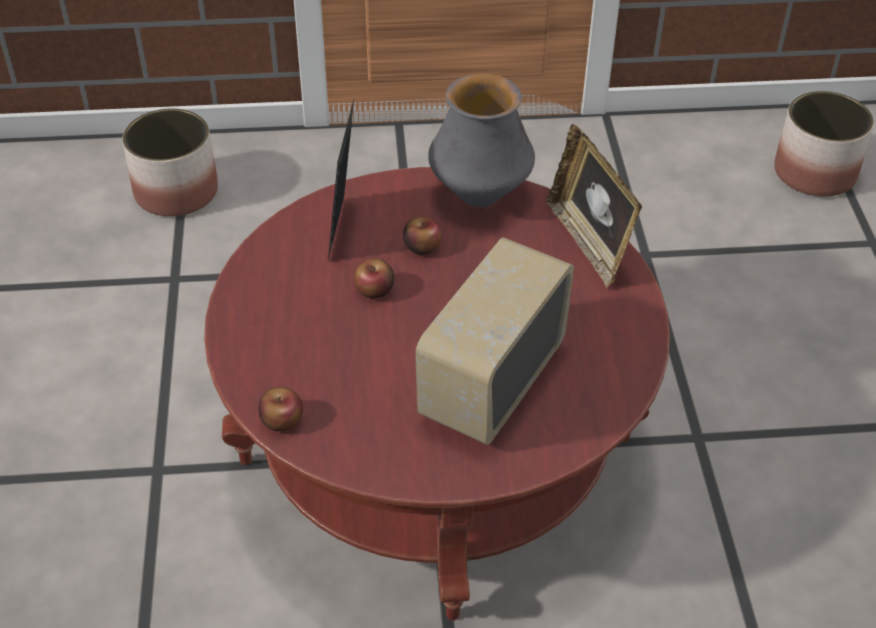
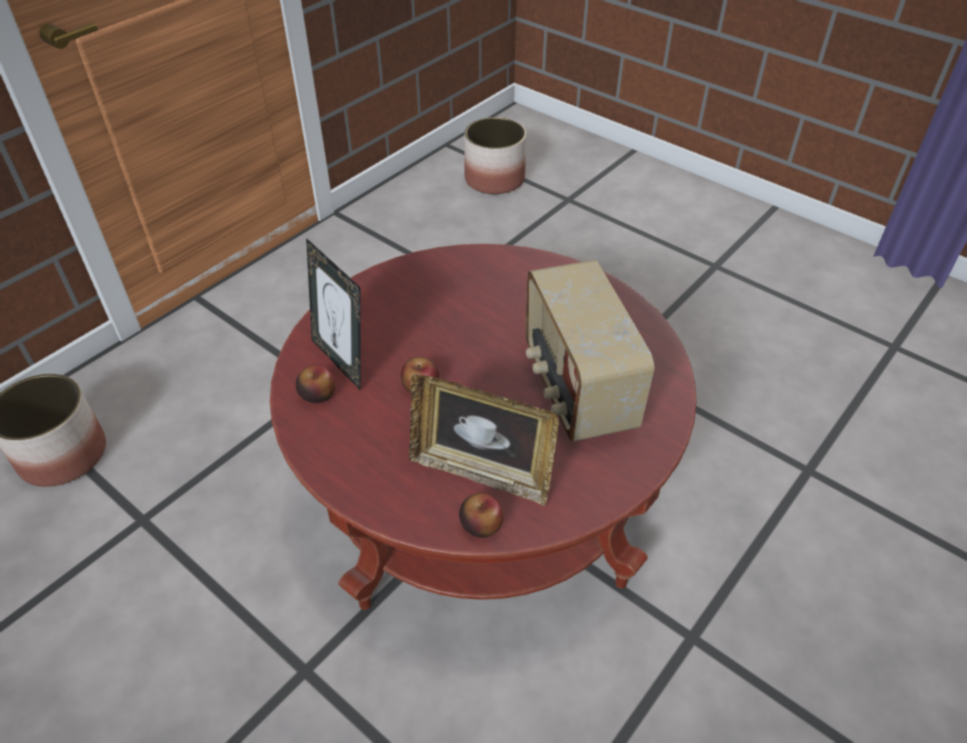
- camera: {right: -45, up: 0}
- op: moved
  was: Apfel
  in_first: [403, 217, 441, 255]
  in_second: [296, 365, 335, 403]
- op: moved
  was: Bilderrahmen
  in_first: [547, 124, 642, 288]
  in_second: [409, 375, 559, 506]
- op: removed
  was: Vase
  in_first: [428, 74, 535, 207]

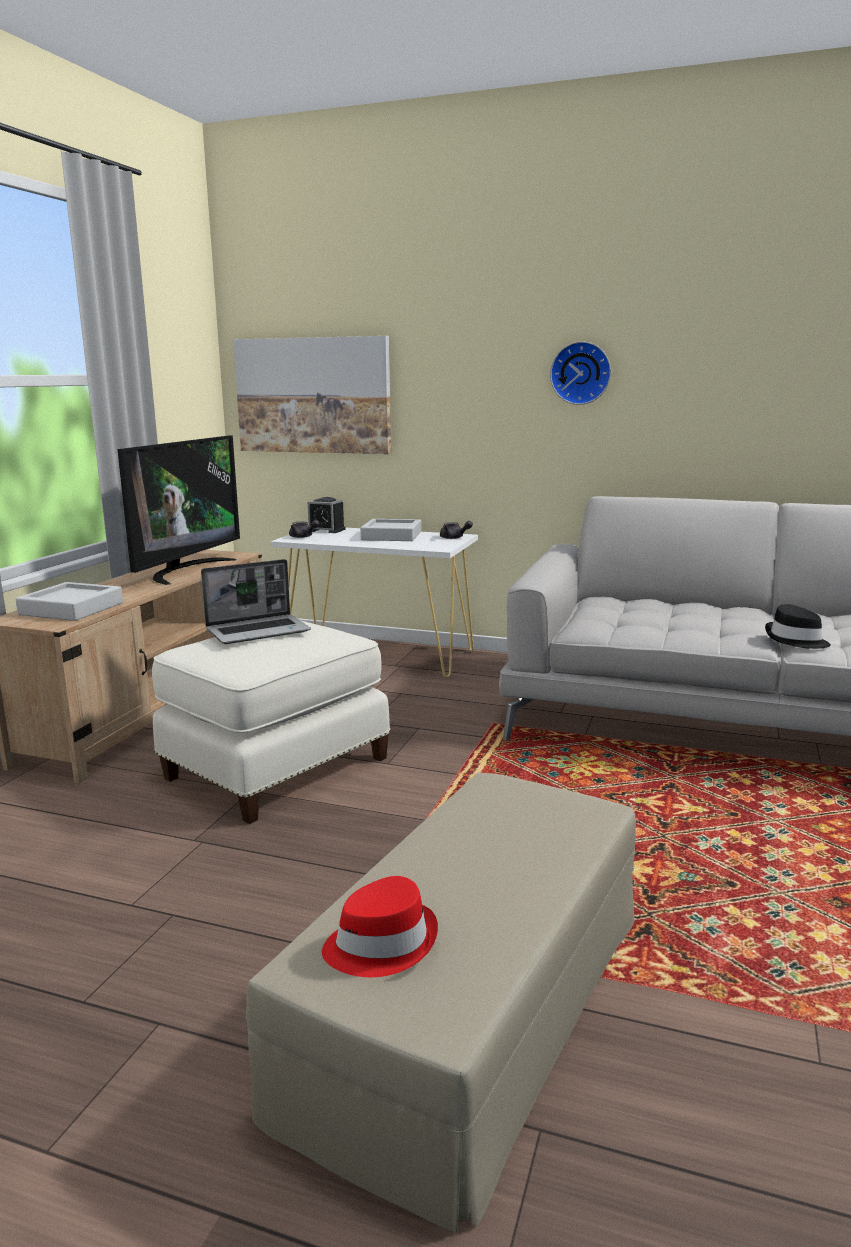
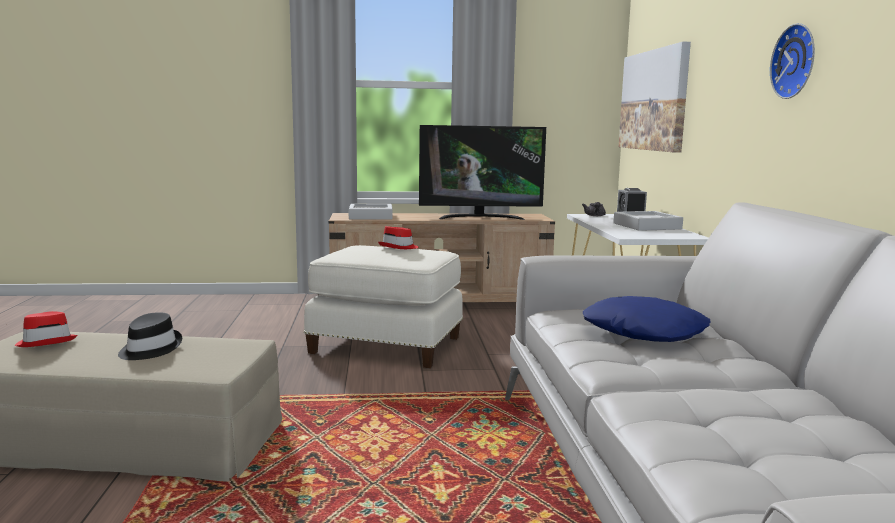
- camera: {right: 65, up: -5}
- op: moved
  was: Hut [schwarz]
  in_first: [765, 604, 831, 649]
  in_second: [118, 312, 182, 360]
- op: replaced
  was: Laptop
  now: Hut [rot]
  in_first: [201, 559, 311, 644]
  in_second: [378, 226, 418, 249]
- op: added
  now: Kissen [blau]
  in_second: [583, 296, 710, 342]
- op: removed
  was: Teekanne [grau]
  in_first: [440, 521, 473, 539]

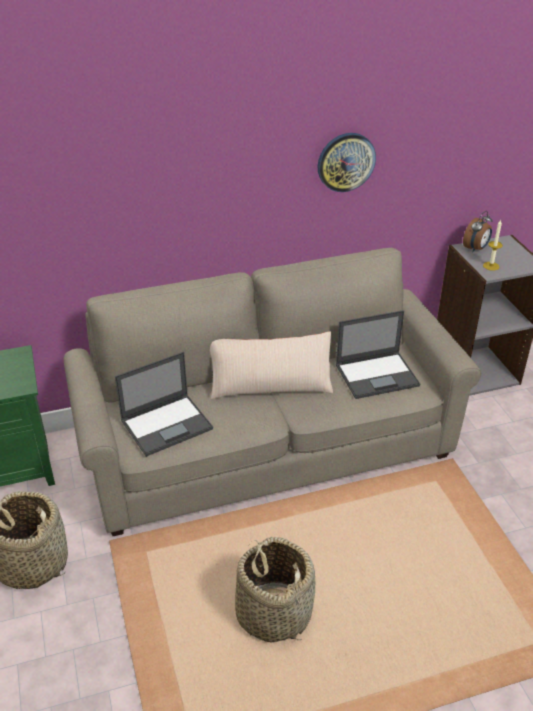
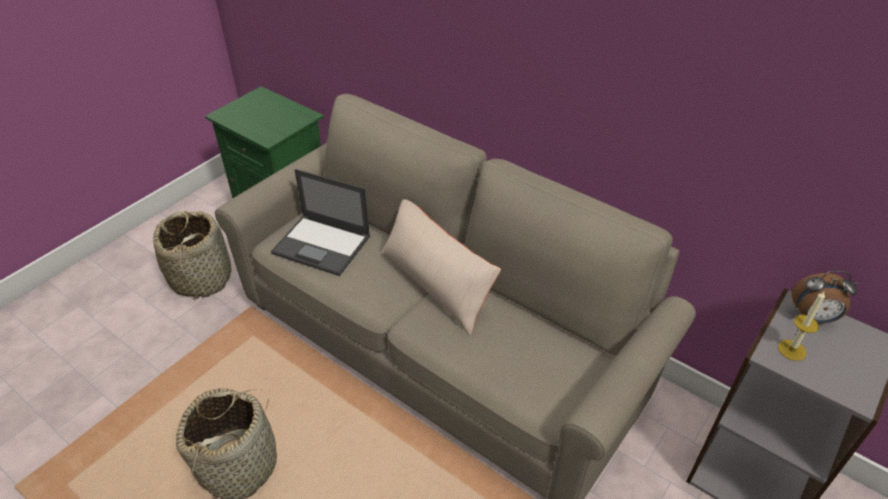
- camera: {right: 55, up: 5}
- op: removed
  was: Wanduhr
  in_first: [318, 133, 376, 192]
- op: removed
  was: Laptop
  in_first: [336, 310, 420, 399]

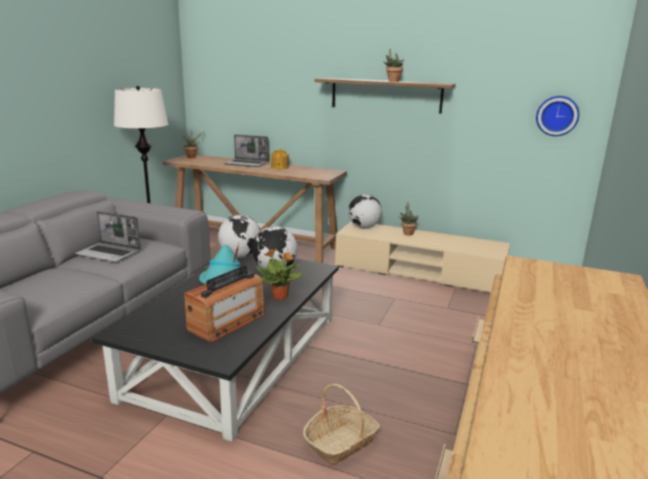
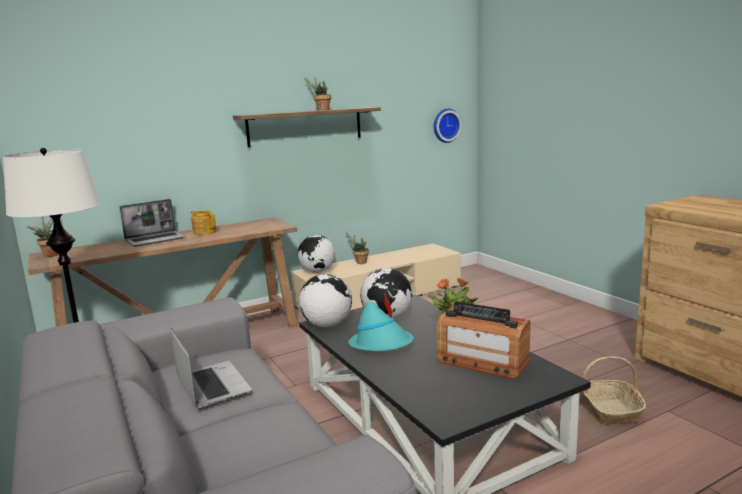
- camera: {right: -50, up: -5}
- op: turned
  was: Laptop
  in_first: [75, 211, 141, 262]
  in_second: [171, 328, 252, 409]
  clockwise: -90
- op: turned
  was: Radio
  in_first: [184, 265, 265, 342]
  in_second: [437, 301, 531, 379]
  clockwise: 135

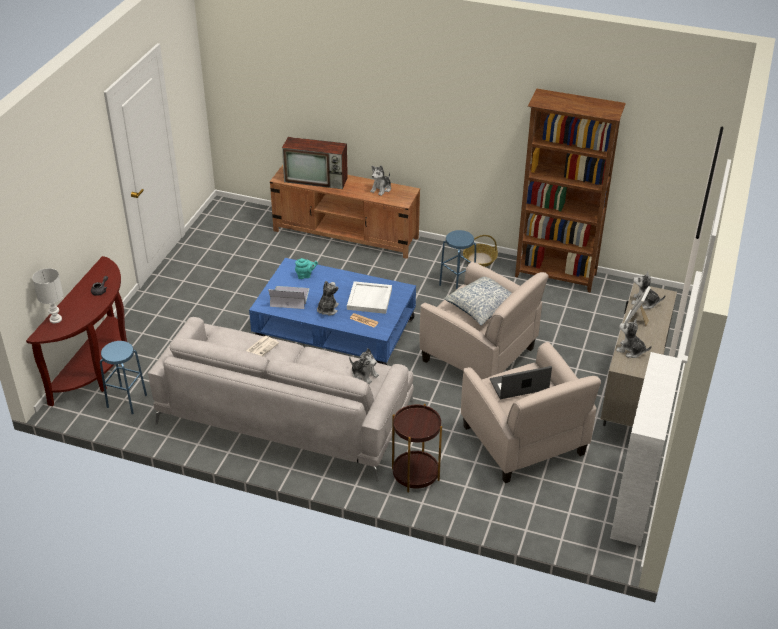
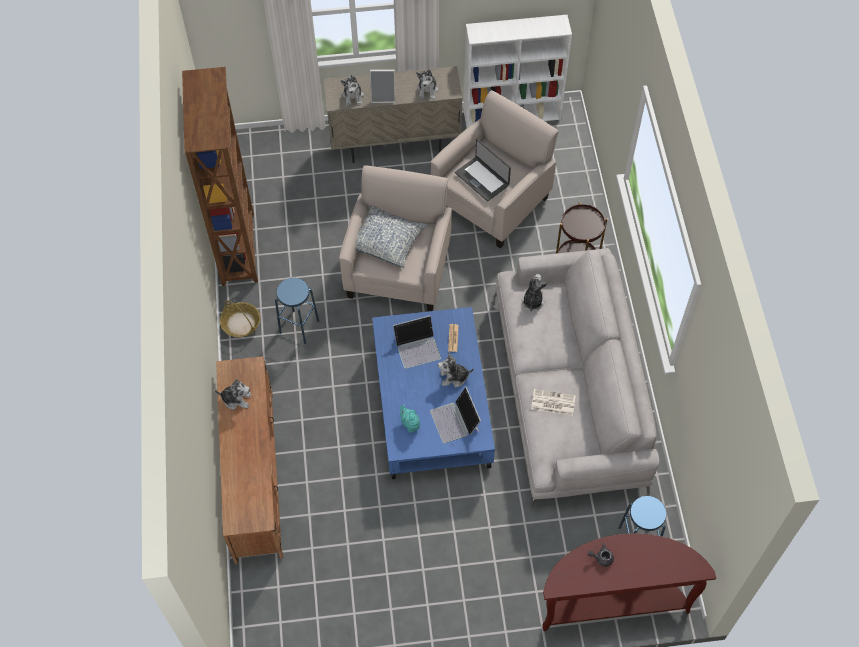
- camera: {right: -115, up: 20}
- op: replaced
  was: Tablett [weiß]
  now: Laptop
  in_first: [347, 281, 392, 314]
  in_second: [393, 315, 441, 369]
- op: removed
  was: Tischlampe [weiß]
  in_first: [32, 268, 63, 323]
- op: removed
  was: Fernseher
  in_first: [282, 137, 348, 189]

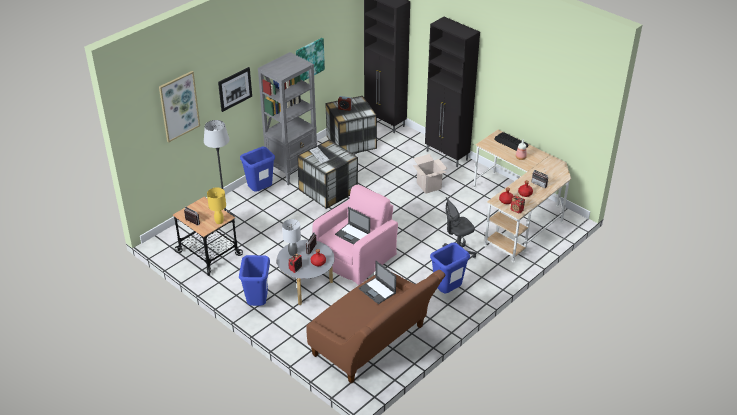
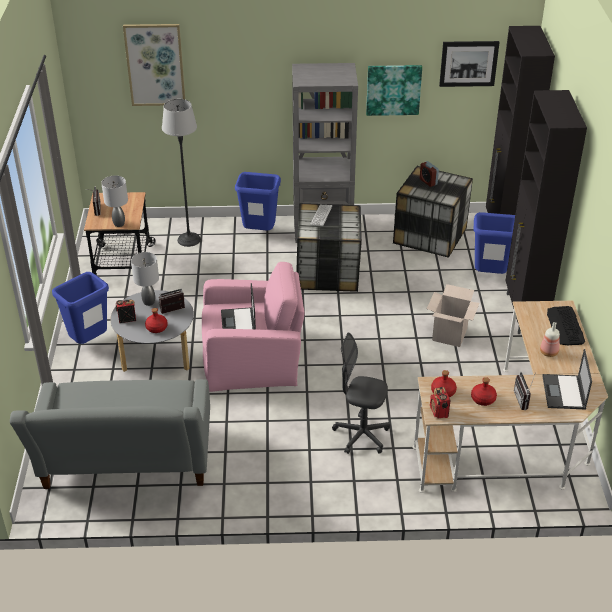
- camera: {right: 45, up: 0}
- op: recoloured
  was: Sofa [braun]
  now: Sofa [grau]
  in_first: [306, 270, 445, 384]
  in_second: [10, 379, 210, 489]
- op: recoloured
  was: Tischlampe [gelb]
  now: Tischlampe [grau]
  in_first: [207, 188, 226, 224]
  in_second: [101, 175, 128, 227]
- op: moved
  was: Bild
  in_first: [218, 67, 252, 112]
  in_second: [439, 41, 500, 87]
- op: moved
  was: Mülleimer [blau]
  in_first: [430, 242, 470, 293]
  in_second: [474, 212, 515, 274]
- op: moved
  was: Laptop
  in_first: [359, 261, 396, 304]
  in_second: [542, 349, 592, 410]

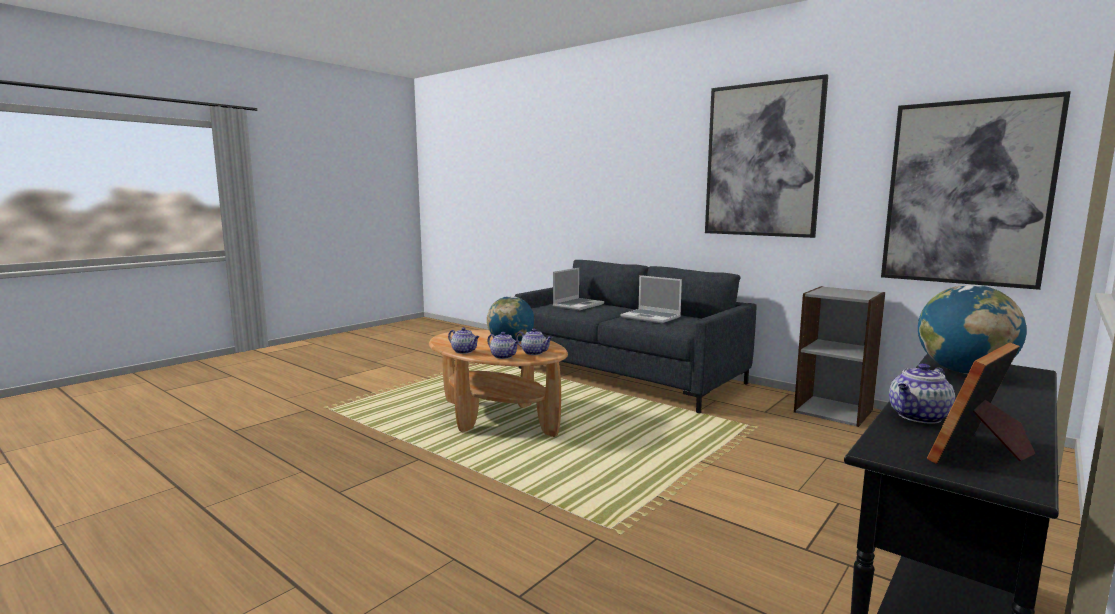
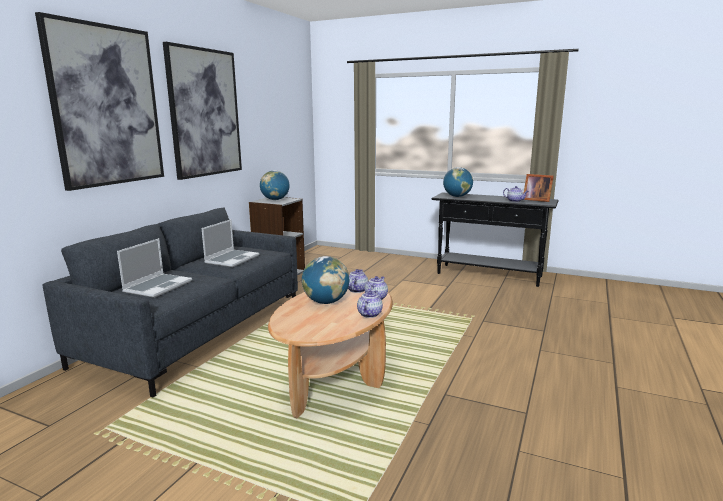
- camera: {right: -105, up: 5}
- op: moved
  was: Bild
  in_first: [881, 91, 1071, 290]
  in_second: [35, 12, 164, 191]
- op: turned
  was: Laptop
  in_first: [553, 268, 604, 310]
  in_second: [117, 238, 192, 298]
  clockwise: 90
- op: added
  now: Globus
  in_second: [260, 170, 290, 200]

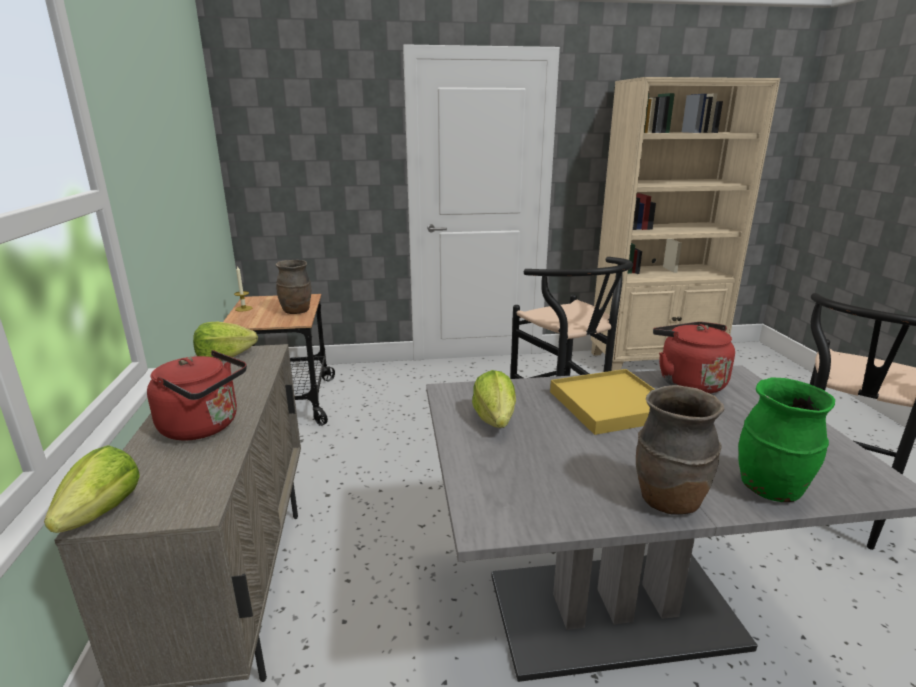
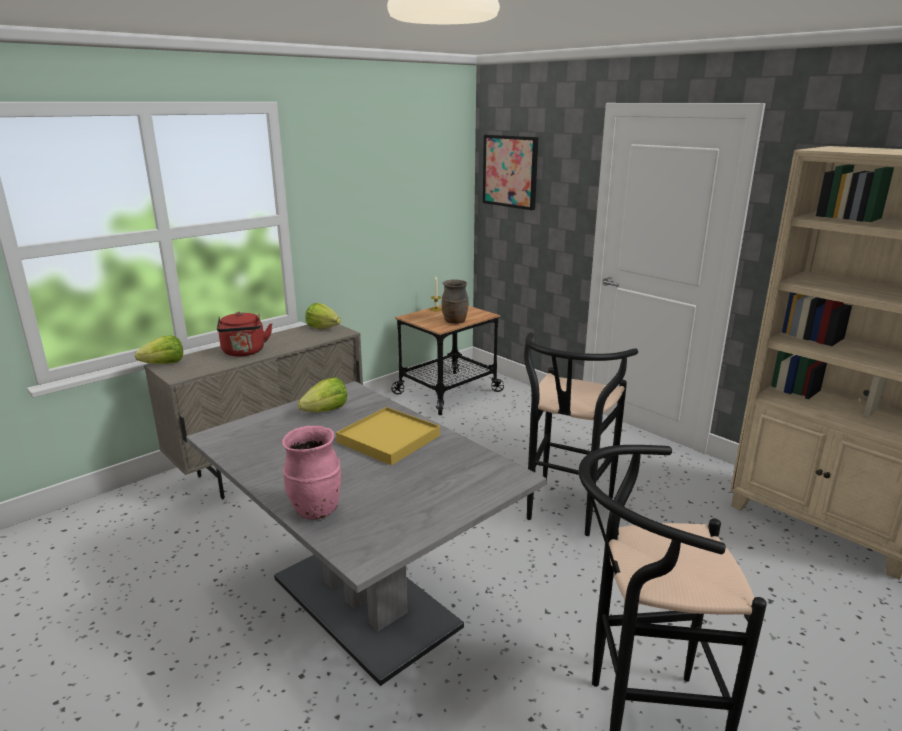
- camera: {right: 55, up: 0}
- op: recoloured
  was: Vase [grün]
  now: Vase [rosa]
  in_first: [738, 377, 835, 502]
  in_second: [282, 426, 341, 520]
- op: added
  now: Bild
  in_second: [483, 135, 538, 210]
- op: removed
  was: Vase [braun]
  in_first: [636, 385, 724, 515]
- op: removed
  was: Wasserkessel [rot]
  in_first: [653, 322, 735, 394]

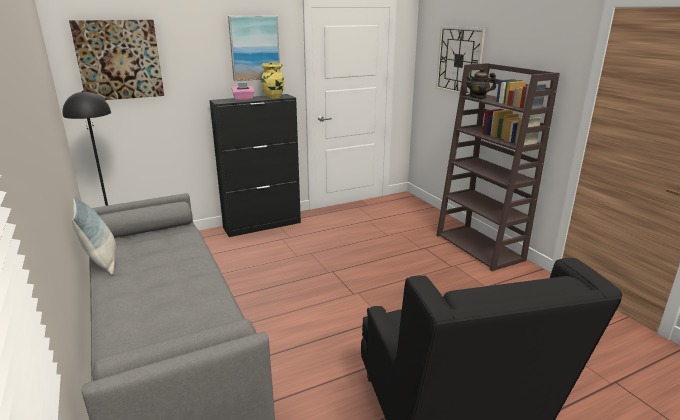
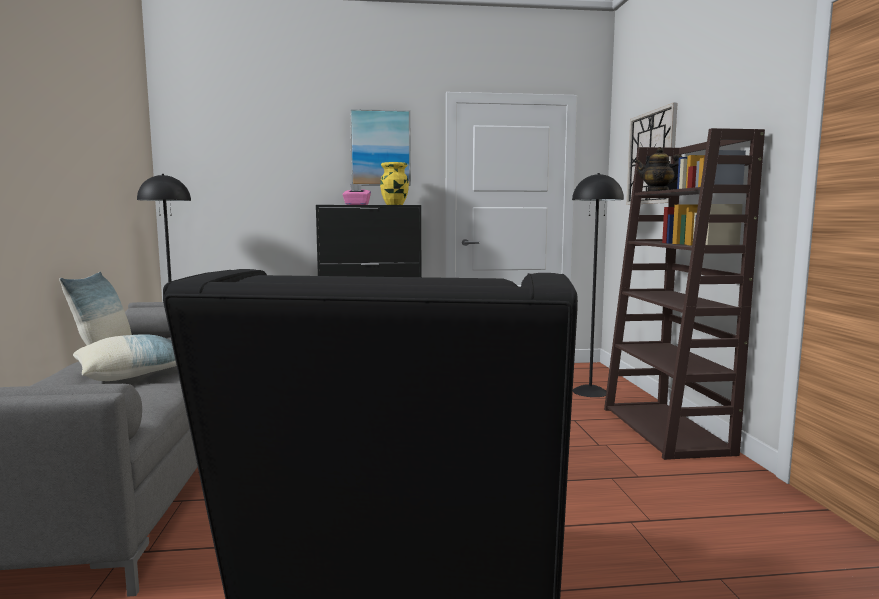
- camera: {right: 20, up: -15}
- op: added
  now: Kissen
  in_second: [73, 334, 177, 381]
- op: added
  now: Stehlampe [schwarz]
  in_second: [572, 173, 624, 397]
- op: removed
  was: Bild
  in_first: [69, 20, 164, 100]

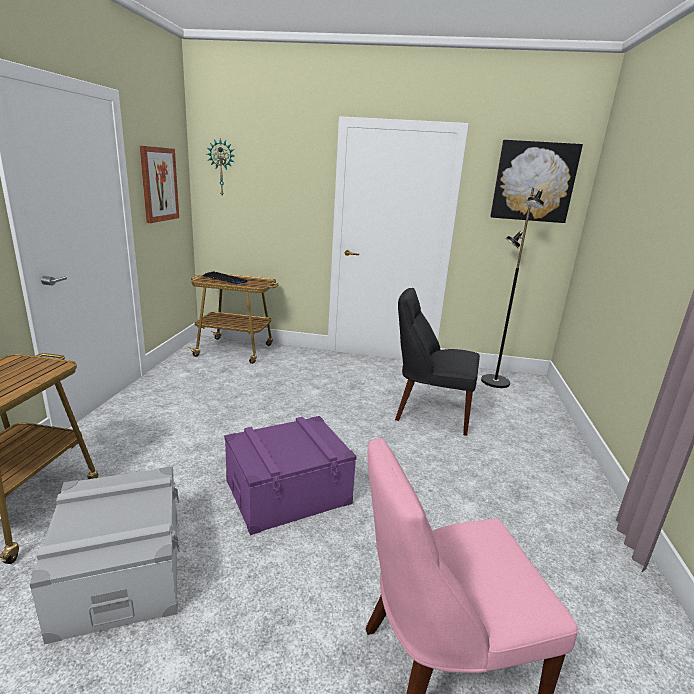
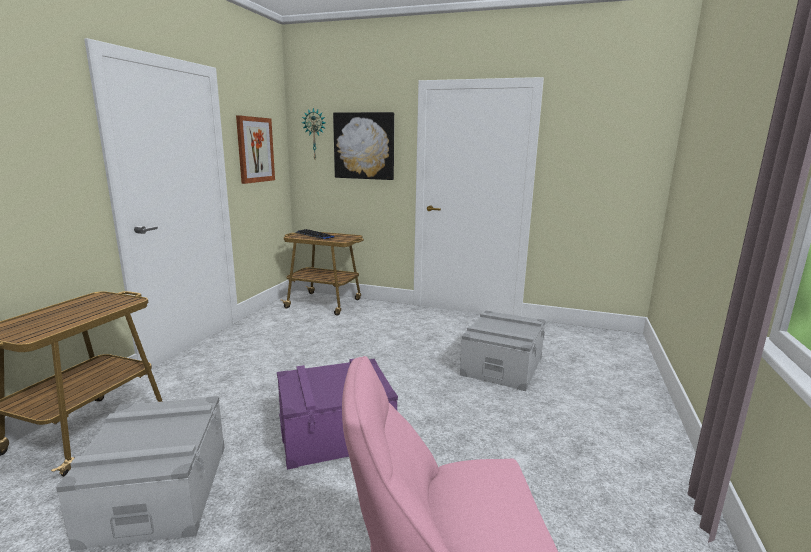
- camera: {right: 10, up: -5}
- op: moved
  was: Bild
  in_first: [490, 140, 583, 223]
  in_second: [333, 112, 394, 180]
- op: replaced
  was: Stuhl [schwarz]
  now: Aufbewahrungsbox [grau]
  in_first: [395, 288, 480, 436]
  in_second: [460, 310, 546, 391]
- op: removed
  was: Stehlampe [schwarz]
  in_first: [481, 188, 544, 388]

